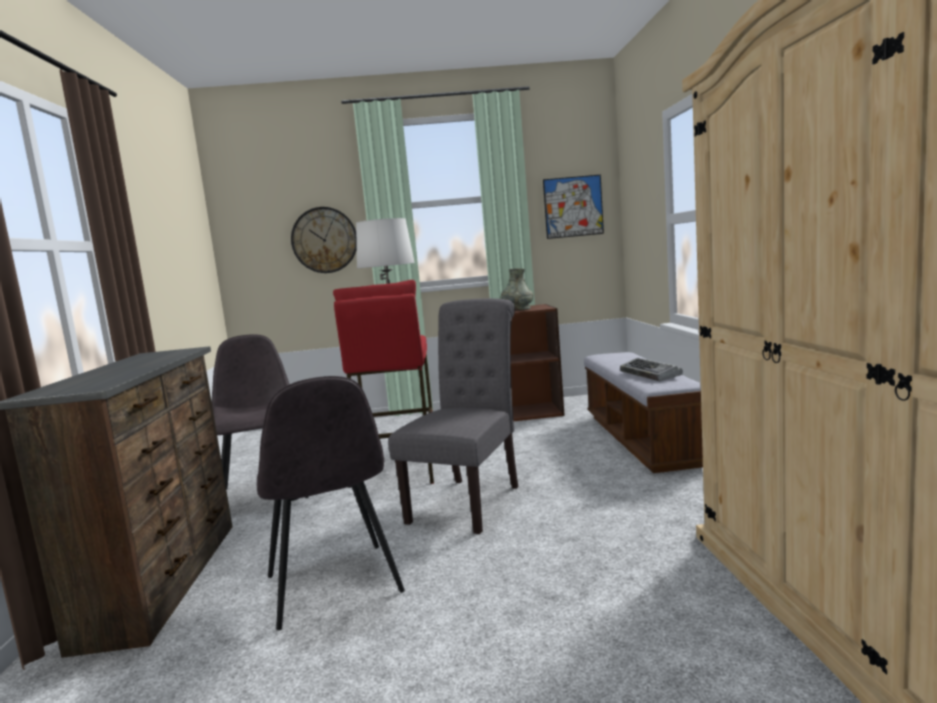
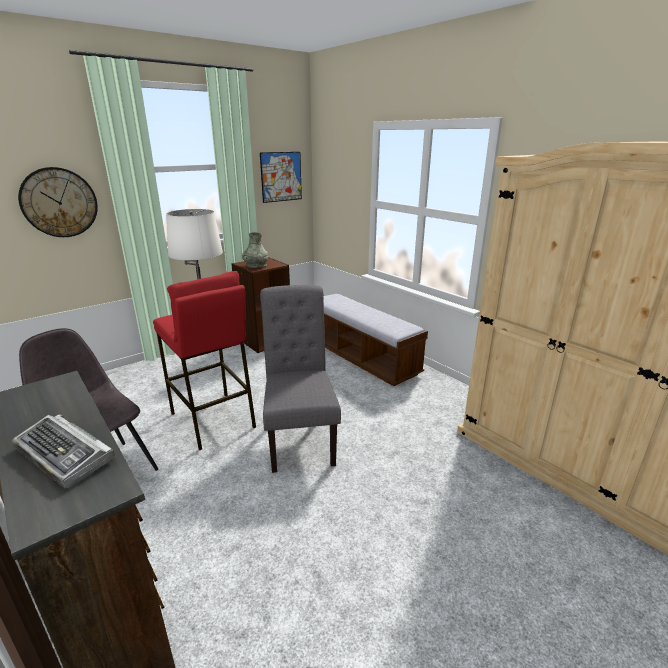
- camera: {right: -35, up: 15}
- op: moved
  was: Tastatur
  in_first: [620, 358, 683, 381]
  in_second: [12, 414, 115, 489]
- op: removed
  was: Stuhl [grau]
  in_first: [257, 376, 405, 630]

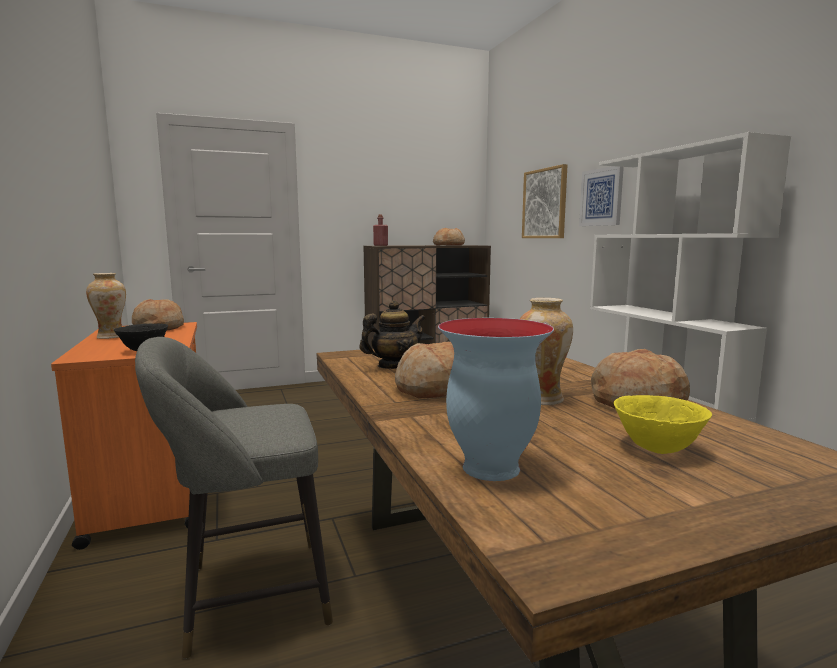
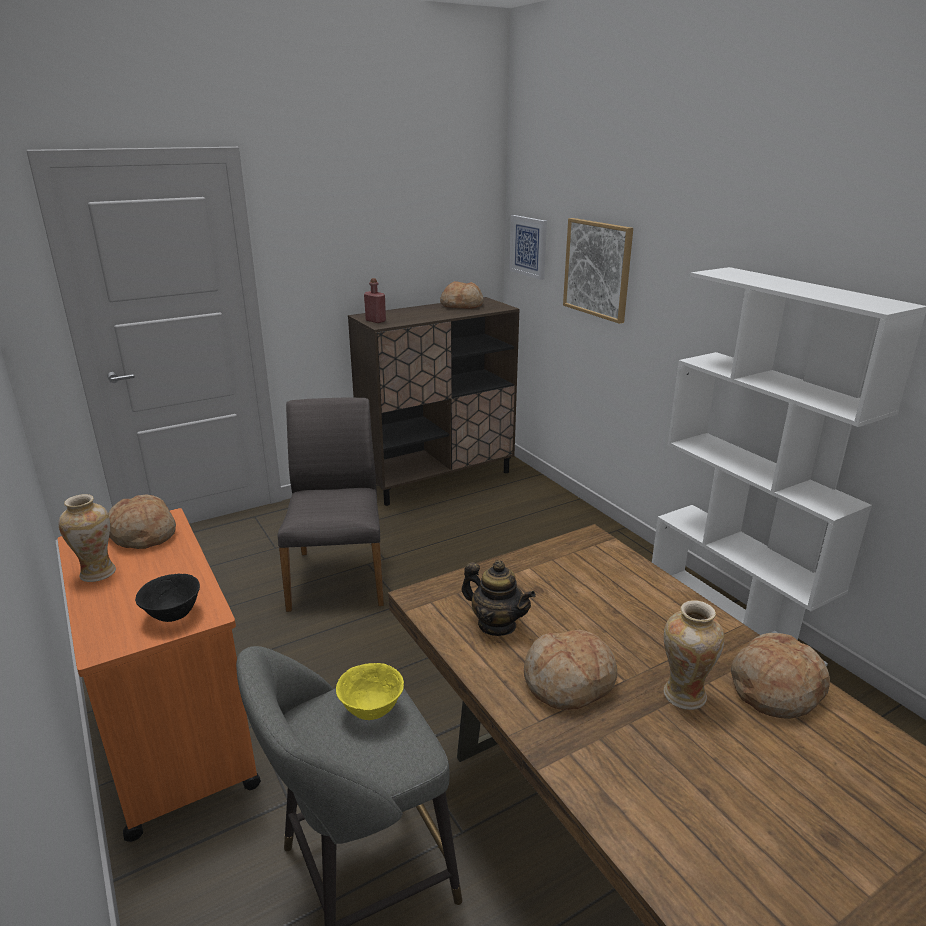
- camera: {right: -10, up: 15}
- op: added
  now: Stuhl [grau]
  in_second: [278, 397, 384, 612]
- op: moved
  was: Schüssel [gelb]
  in_first: [614, 395, 712, 454]
  in_second: [336, 663, 404, 720]
- op: turned
  was: Teekanne
  in_first: [360, 300, 426, 369]
  in_second: [462, 560, 536, 636]
  clockwise: 75
- op: moved
  was: Bild
  in_first: [579, 166, 624, 226]
  in_second: [509, 215, 547, 280]
- op: removed
  was: Vase
  in_first: [438, 318, 554, 481]

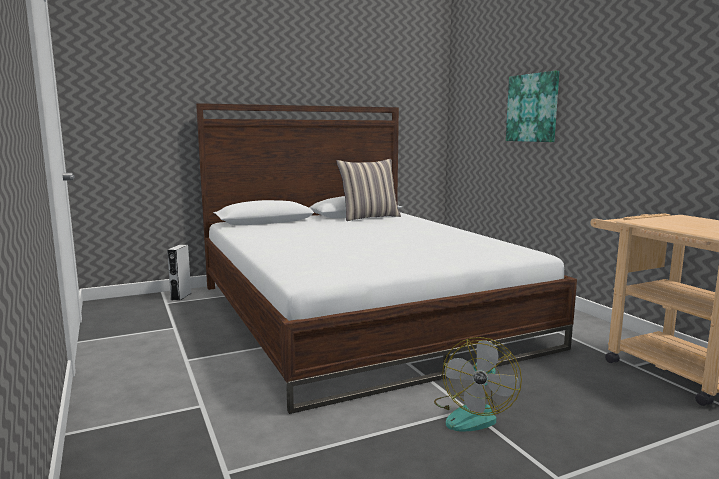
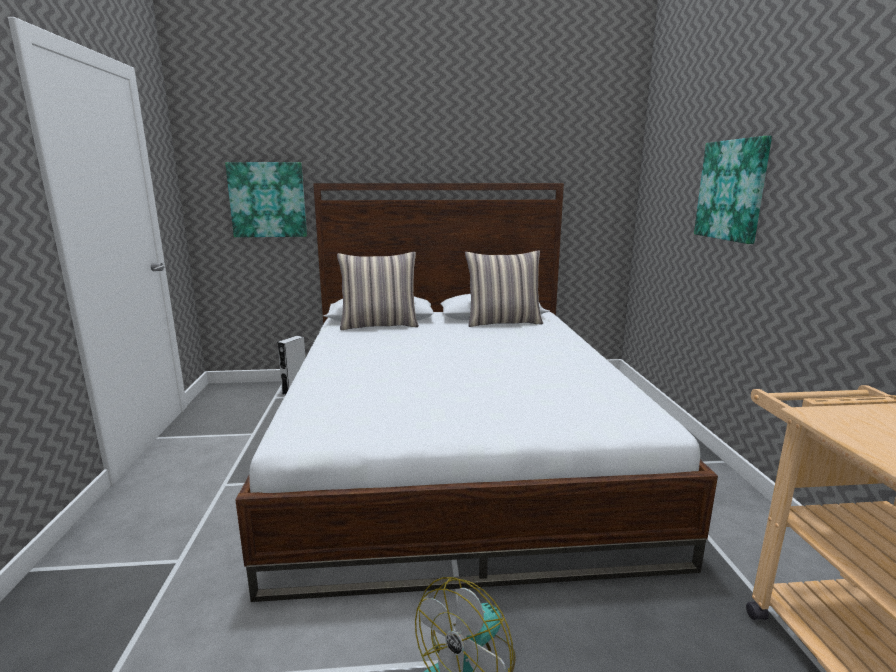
- camera: {right: 20, up: 5}
- op: added
  now: Bild
  in_second: [225, 162, 307, 237]
- op: added
  now: Kissen
  in_second: [337, 252, 419, 330]

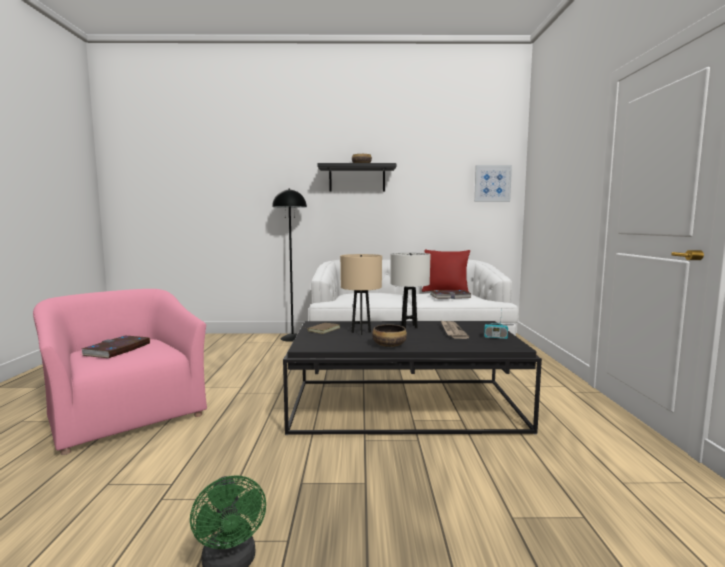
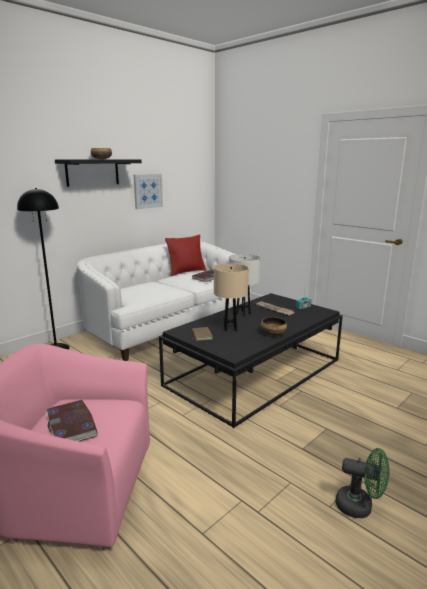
- camera: {right: -45, up: 10}
- op: moved
  was: Bild
  in_first: [474, 165, 512, 202]
  in_second: [134, 174, 163, 209]

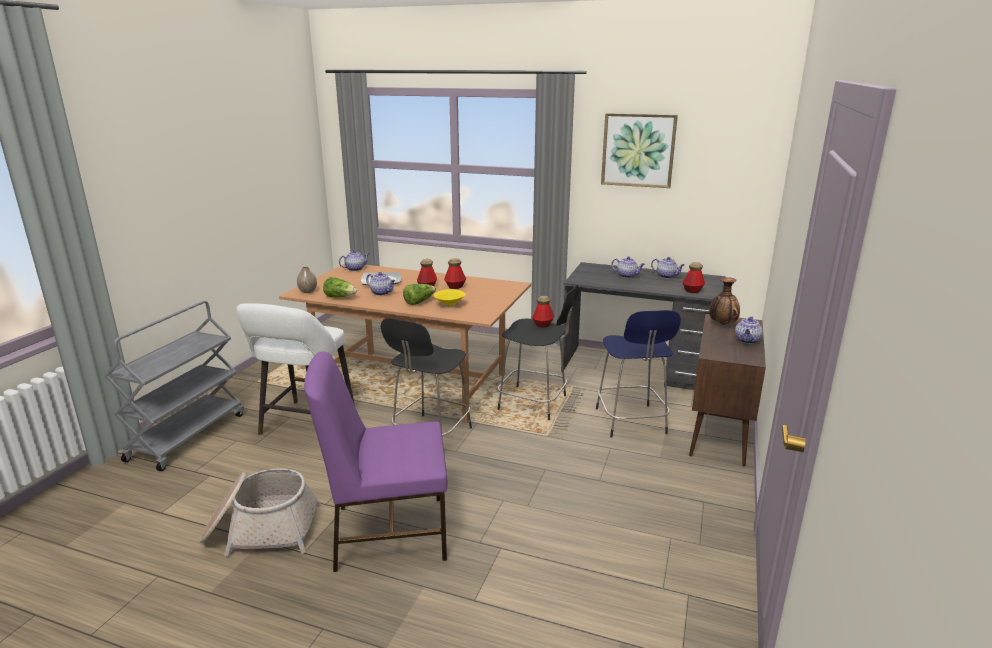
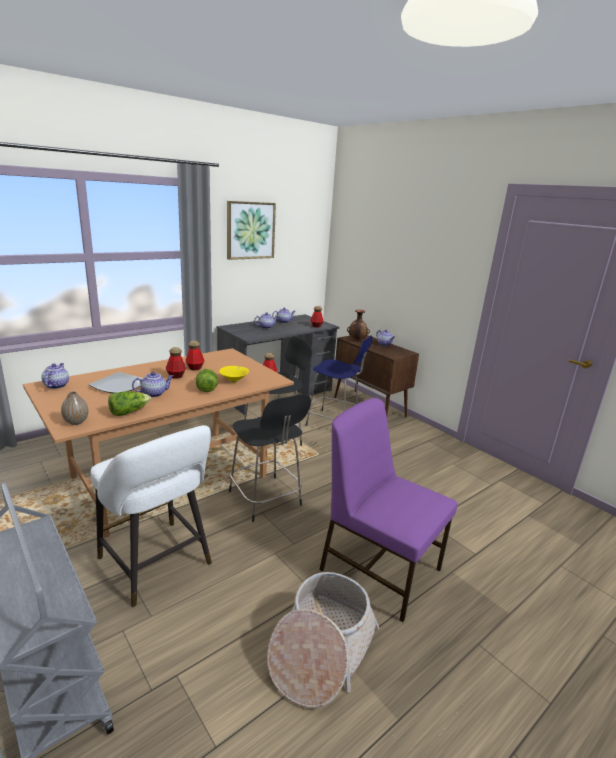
- camera: {right: -60, up: 0}
- op: turned
  was: Stuhl [lila]
  in_first: [304, 351, 448, 572]
  in_second: [319, 398, 457, 622]
  clockwise: 105

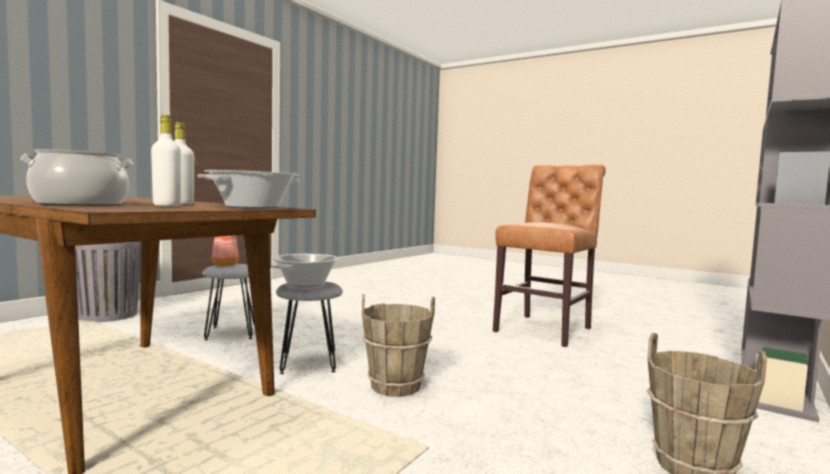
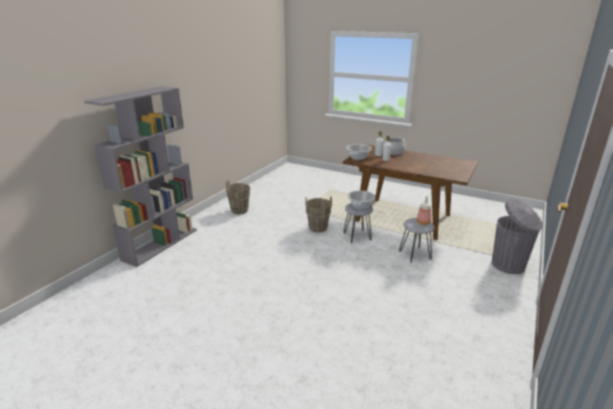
- camera: {right: 175, up: 20}
- op: removed
  was: Stuhl [braun]
  in_first: [493, 165, 606, 347]

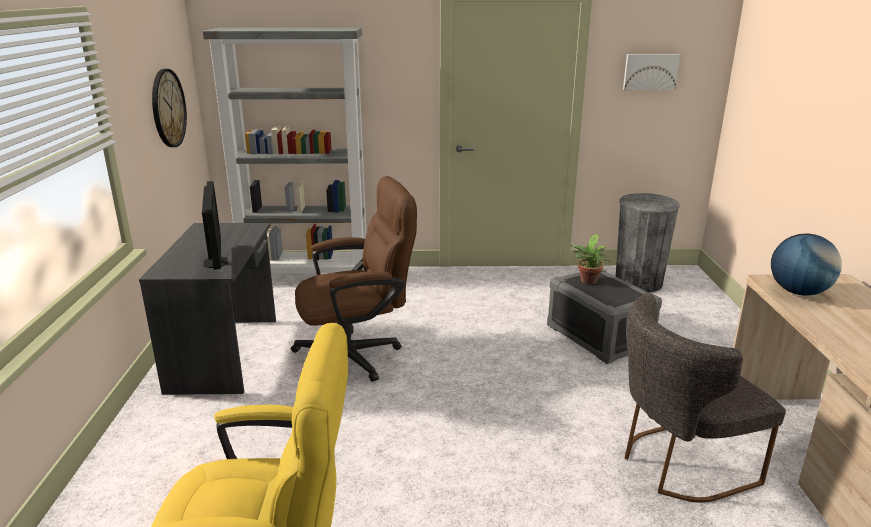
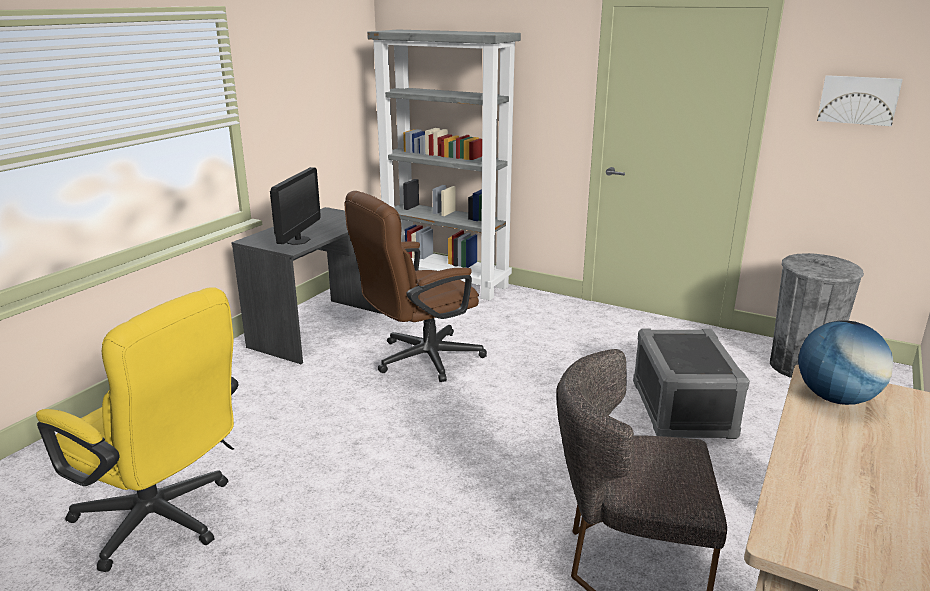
- camera: {right: 30, up: 0}
- op: turned
  was: Bürostuhl [braun]
  in_first: [291, 176, 417, 382]
  in_second: [344, 191, 487, 382]
  clockwise: 135
- op: removed
  was: Wanduhr
  in_first: [152, 69, 187, 147]
- op: removed
  was: Topfpflanze
  in_first: [570, 234, 610, 284]

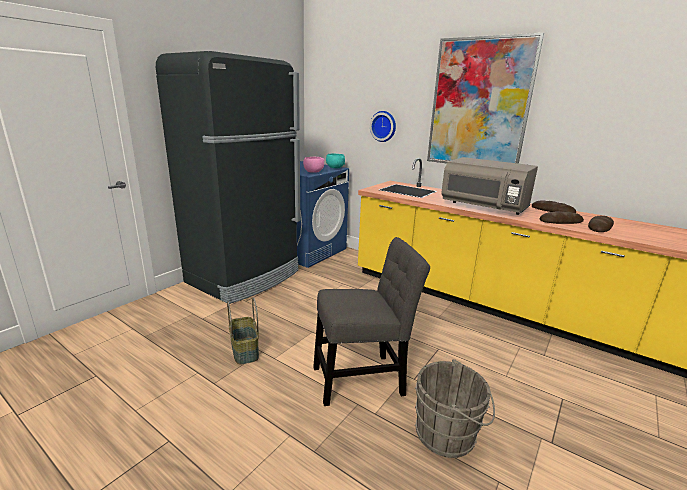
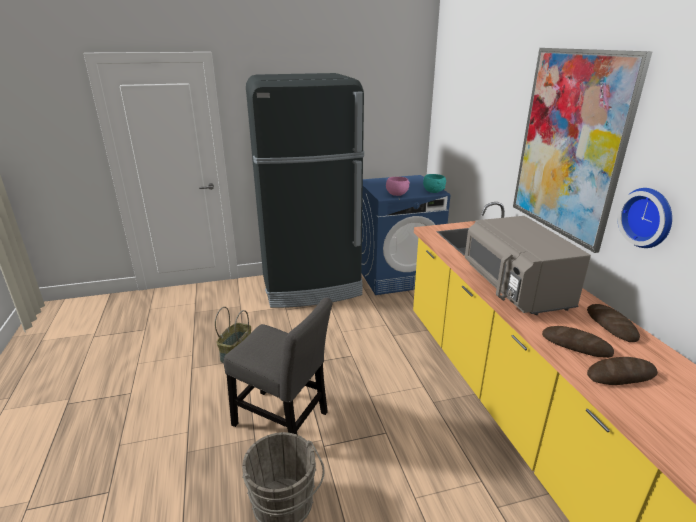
- camera: {right: 40, up: 5}
- op: moved
  was: Wanduhr
  in_first: [370, 111, 396, 142]
  in_second: [617, 188, 672, 248]

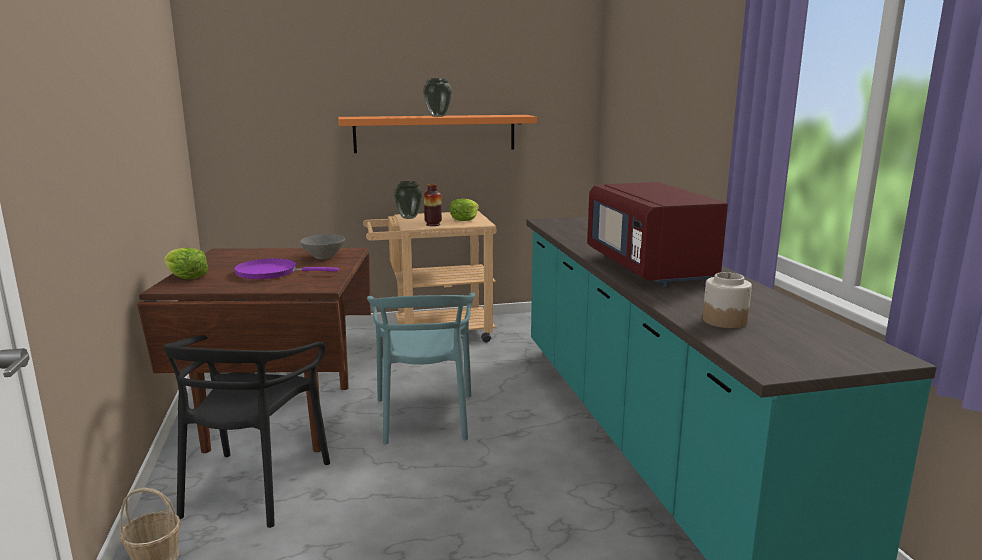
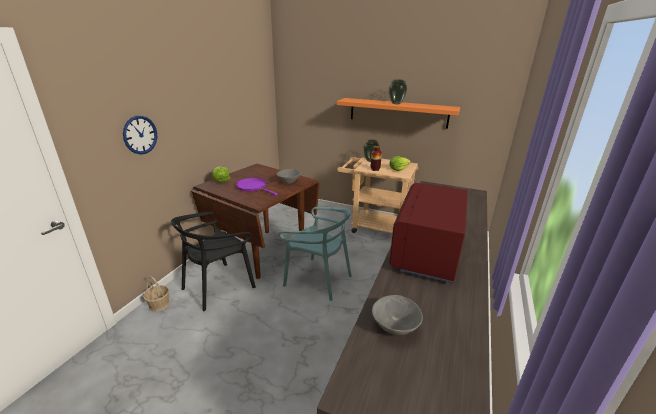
- camera: {right: 35, up: 10}
- op: added
  now: Wanduhr
  in_second: [123, 116, 157, 155]
- op: turned
  was: Stuhl [türkis]
  in_first: [367, 293, 475, 444]
  in_second: [279, 207, 352, 301]
  clockwise: -90
- op: replaced
  was: Vorratsglas
  now: Schüssel [grau]
  in_first: [703, 272, 752, 328]
  in_second: [372, 295, 423, 335]

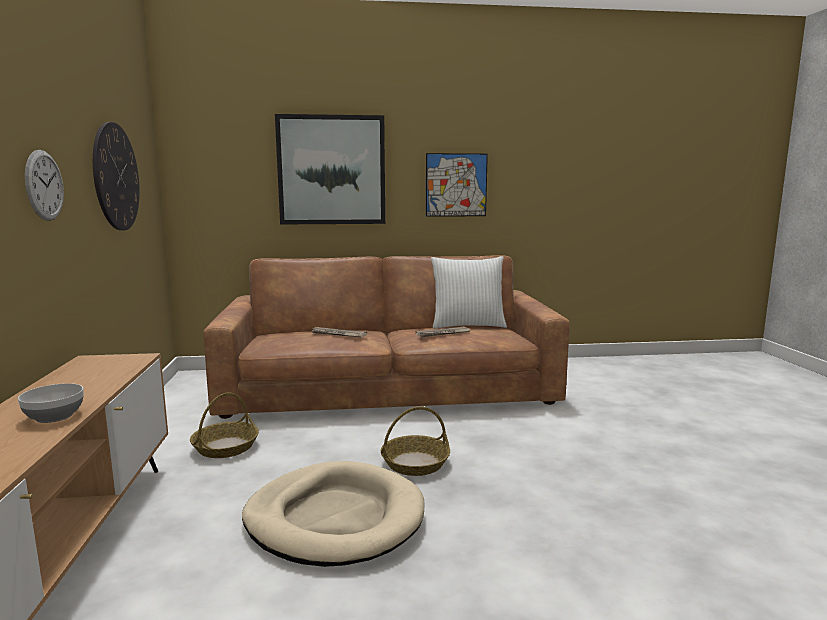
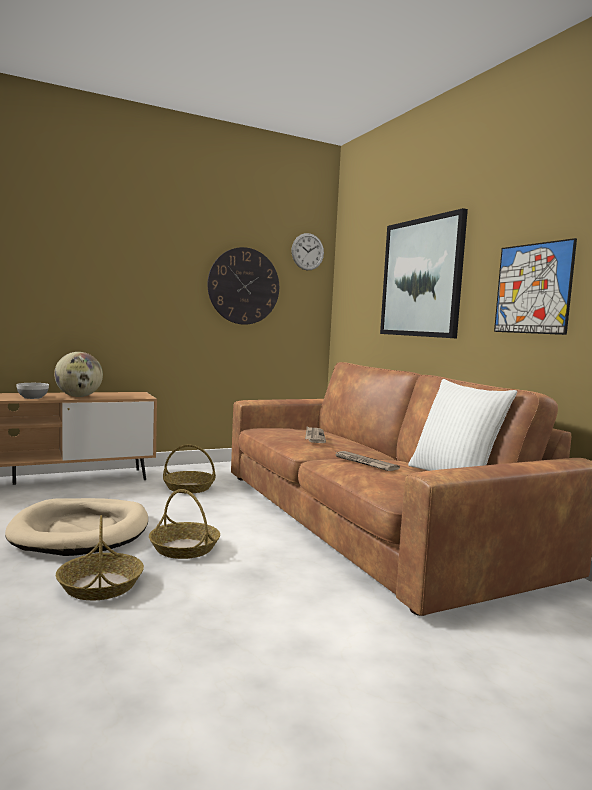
- camera: {right: 70, up: -5}
- op: added
  now: Globus
  in_second: [54, 352, 103, 397]
- op: added
  now: Korb
  in_second: [56, 515, 144, 600]
- op: moved
  was: Wanduhr
  in_first: [25, 150, 64, 221]
  in_second: [291, 233, 324, 270]

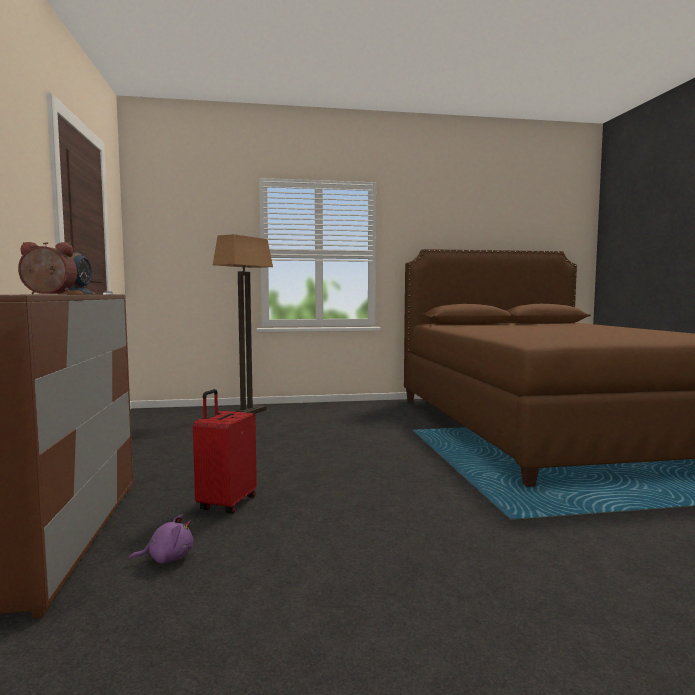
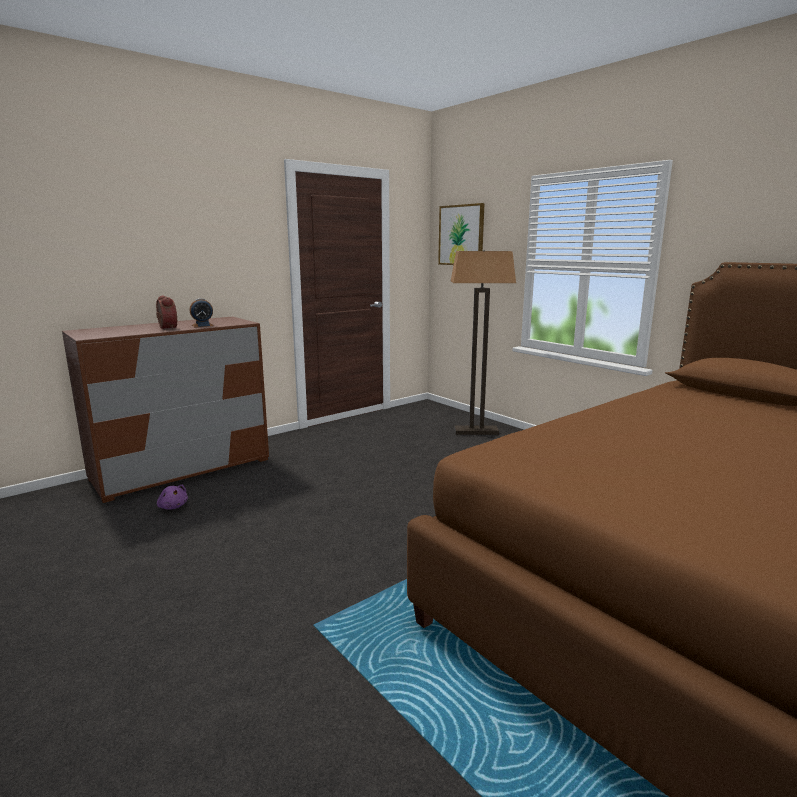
- camera: {right: 60, up: 10}
- op: added
  now: Bild
  in_second: [438, 203, 485, 265]
- op: removed
  was: Koffer [rot]
  in_first: [193, 389, 257, 514]

